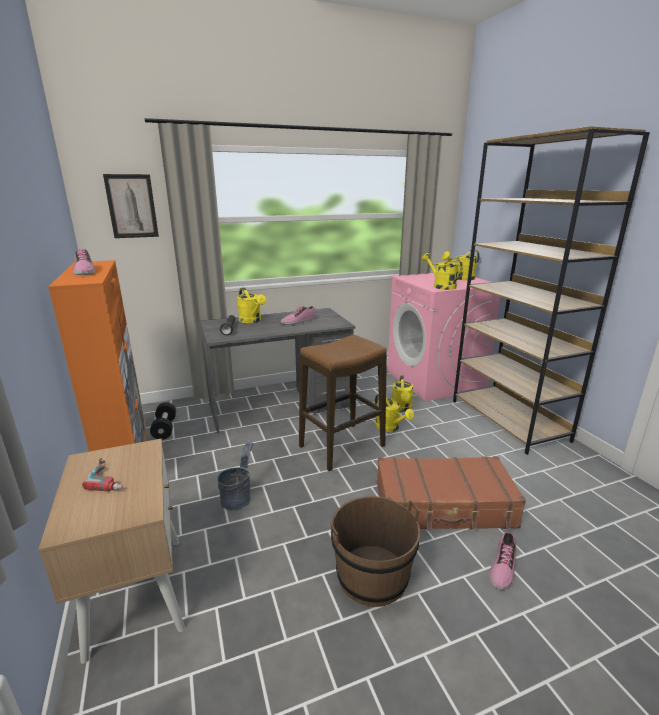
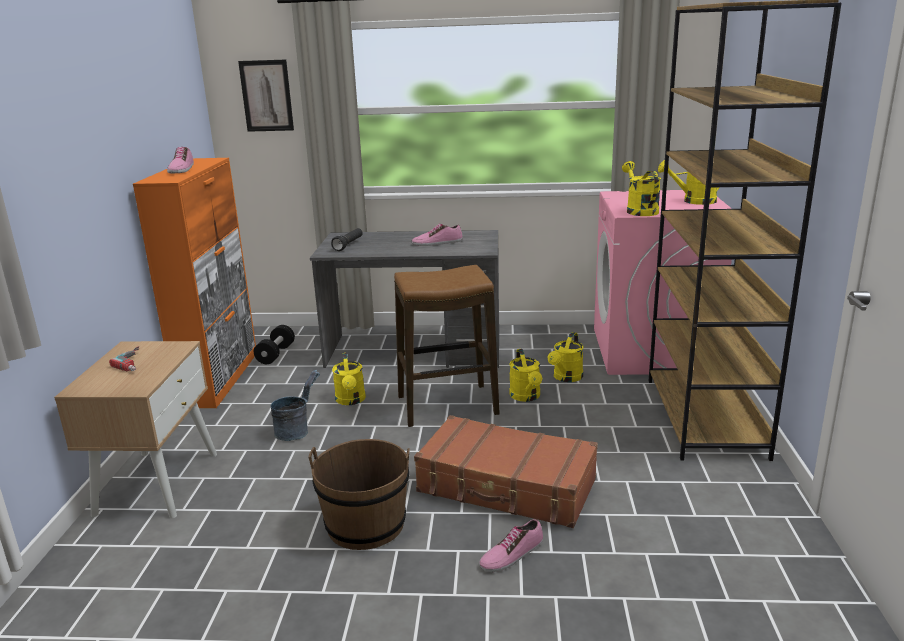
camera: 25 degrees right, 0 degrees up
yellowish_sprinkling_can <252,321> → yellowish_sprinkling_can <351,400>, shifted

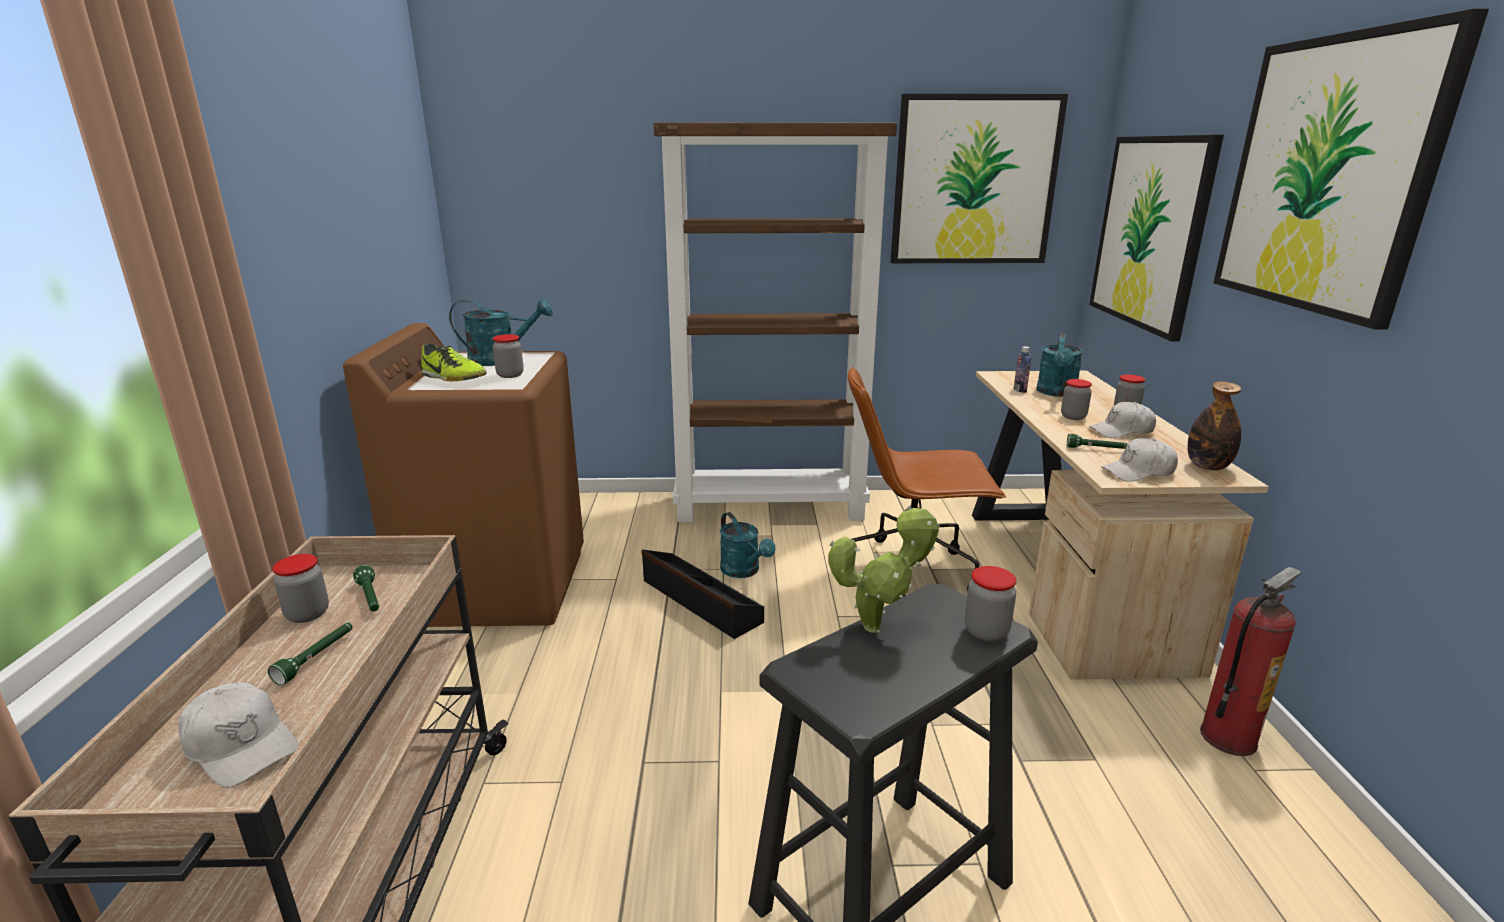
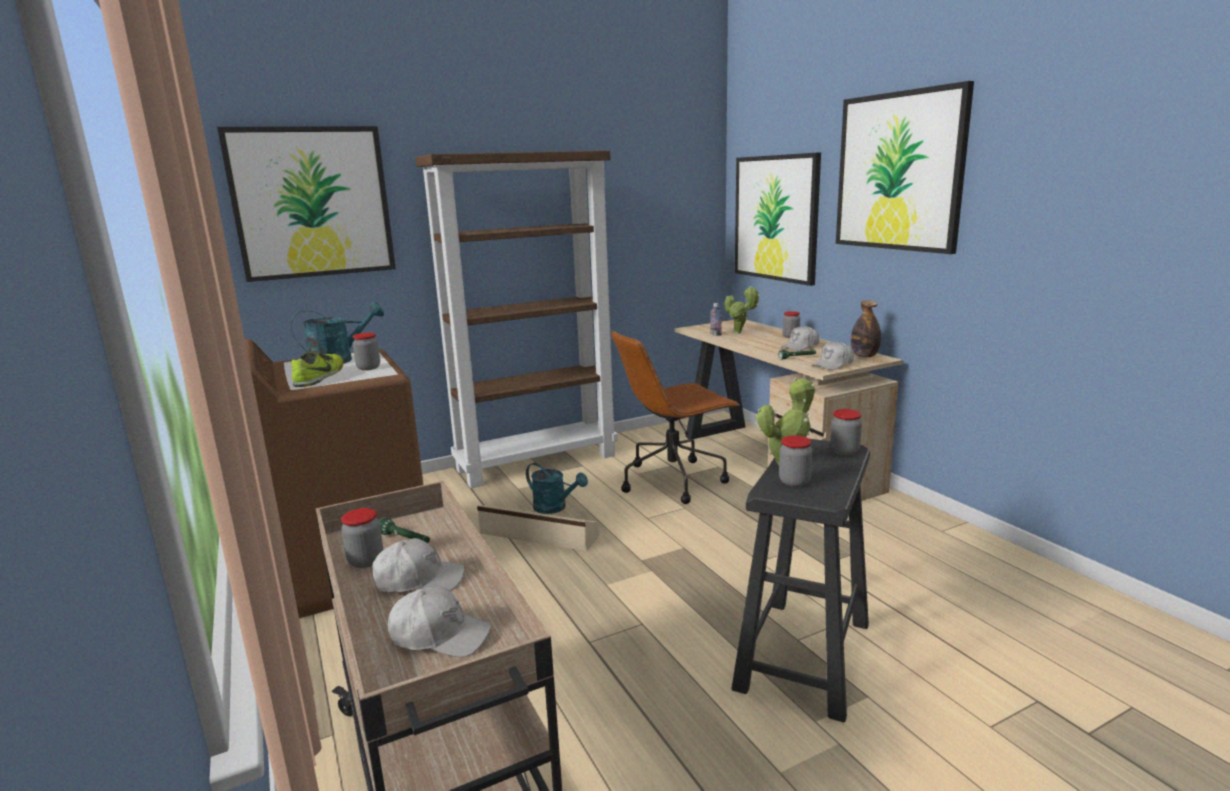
camera: 25 degrees left, 5 degrees down
picture <974,181> → picture <312,203>, shifted
low_shoe <453,378> → low_shoe <320,377>, 90 degrees counterclockwise
greenish_hand_torch <317,658> → white-coloured_peaked_cap <419,580>
blackish_storage_container <699,601> → sand-coloured_storage_container <538,535>
turquoise-coloured_sprinkling_can <1056,393> → potted_plant <740,333>
storage_jar <1073,417> → storage_jar <794,482>, shifted
fire-fighting_cylinder <1227,737> → -

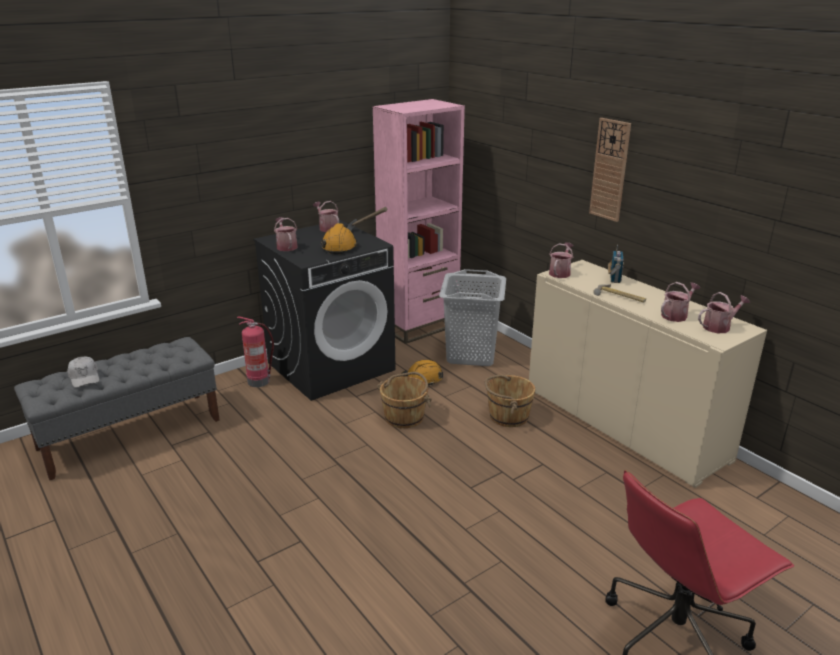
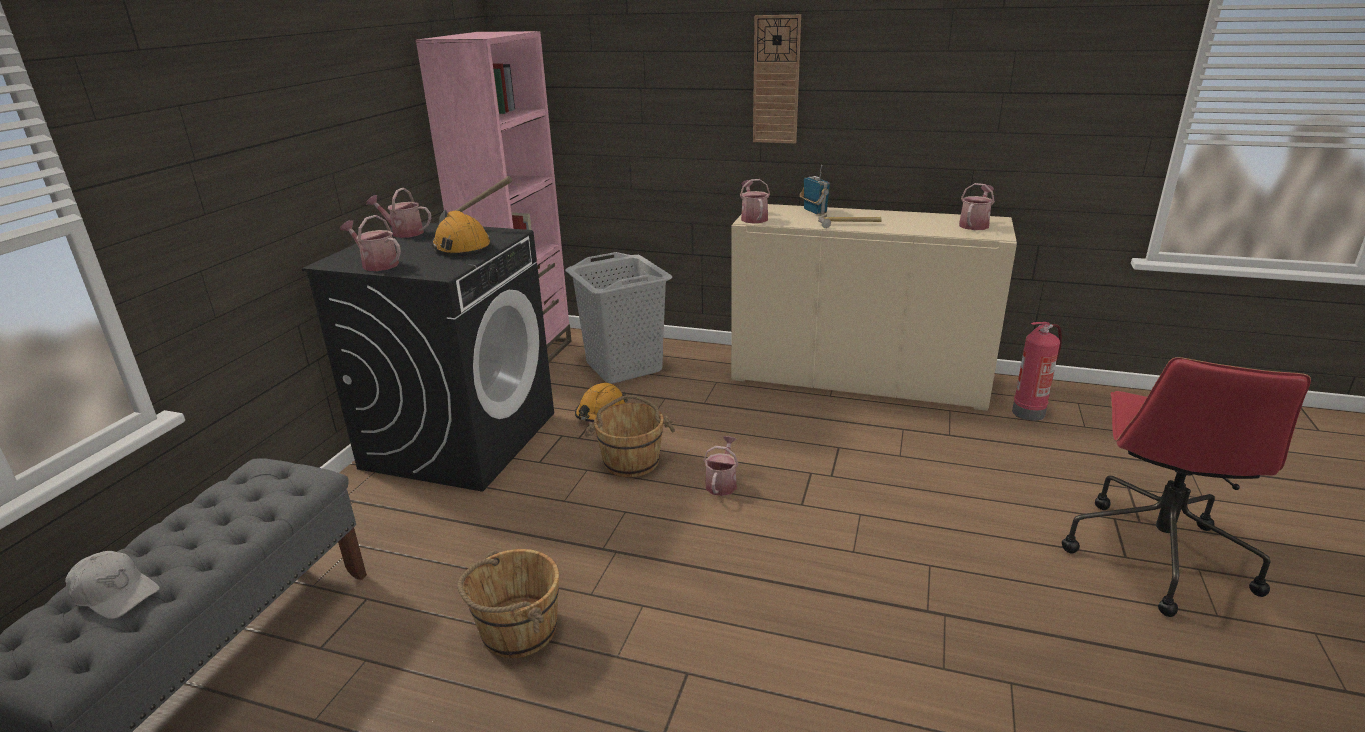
camera: 35 degrees left, 0 degrees up
brown-coloured_bucket <508,416> → brown-coloured_bucket <517,630>, shifted
sprinkling_can <676,315> → sprinkling_can <722,483>, shifted
fire-fighting_cylinder <259,381> → fire-fighting_cylinder <1029,412>, shifted

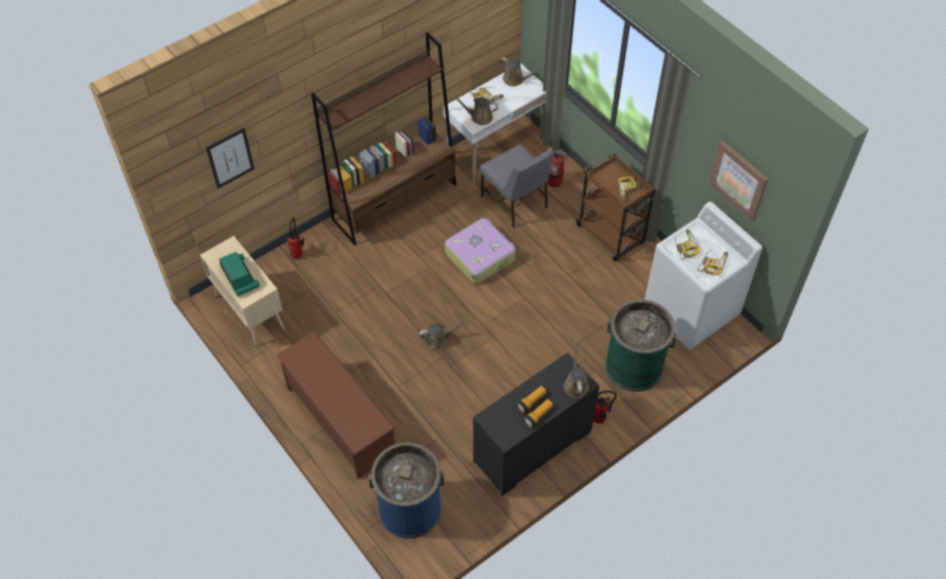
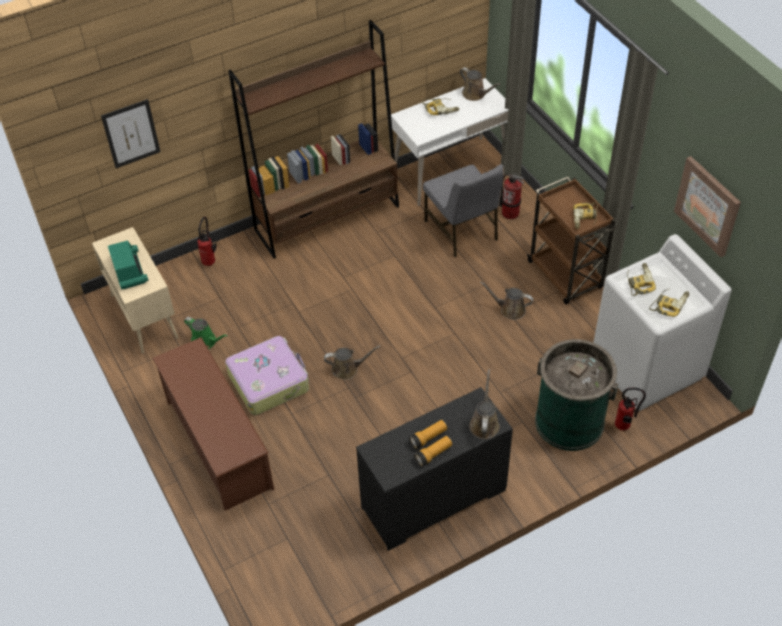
camera: 10 degrees right, 5 degrees down
- → greenish_sprinkling_can <205,341>
suitcase <480,256> → suitcase <269,381>, shifted
brown-coloured_sprinkling_can <479,117> → brown-coloured_sprinkling_can <510,309>, shifted
fire-fighting_cylinder <600,420> → fire-fighting_cylinder <624,427>, shifted
blue_waste_bin <409,508> → -

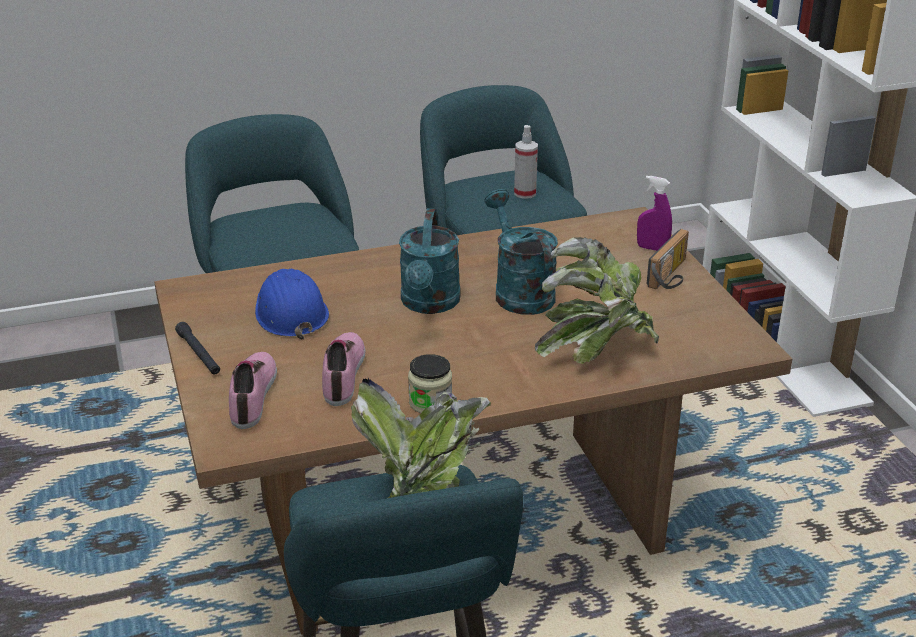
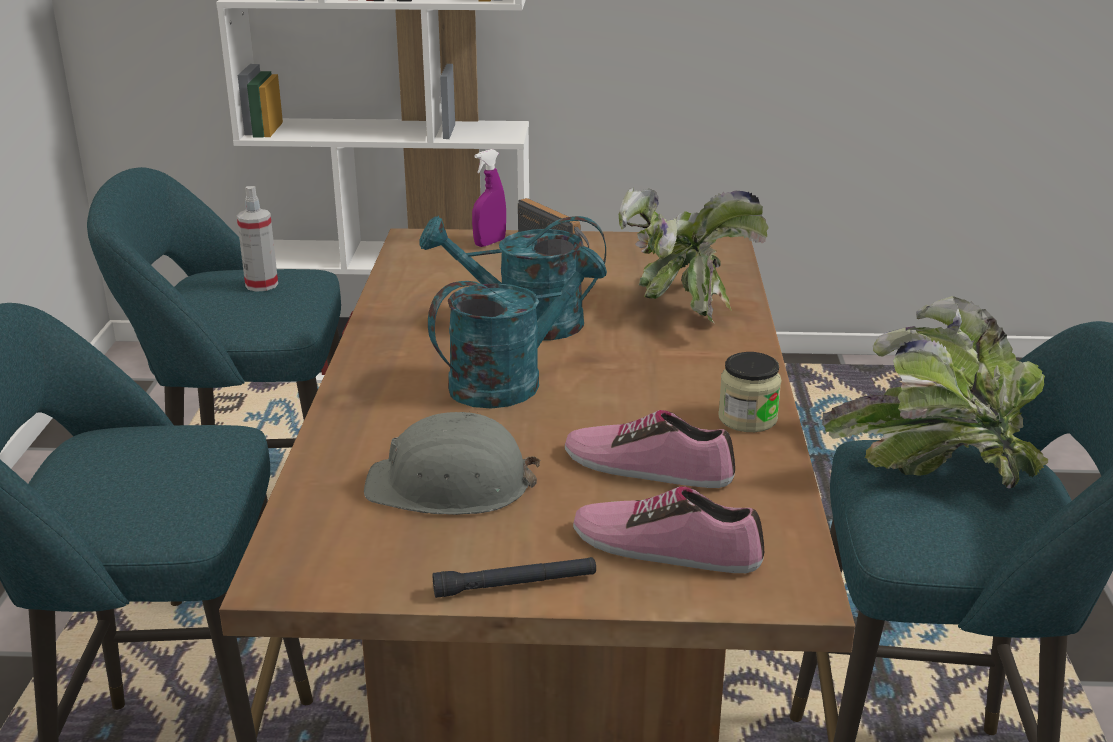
camera: 70 degrees left, 5 degrees down
blue_safety_helmet <290,313> → greyish_safety_helmet <450,485>
turquoise-coloured_sprinkling_can <429,304> → turquoise-coloured_sprinkling_can <510,381>, 60 degrees counterclockwise

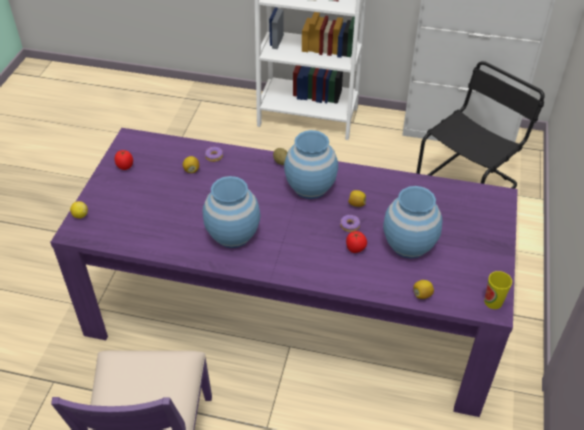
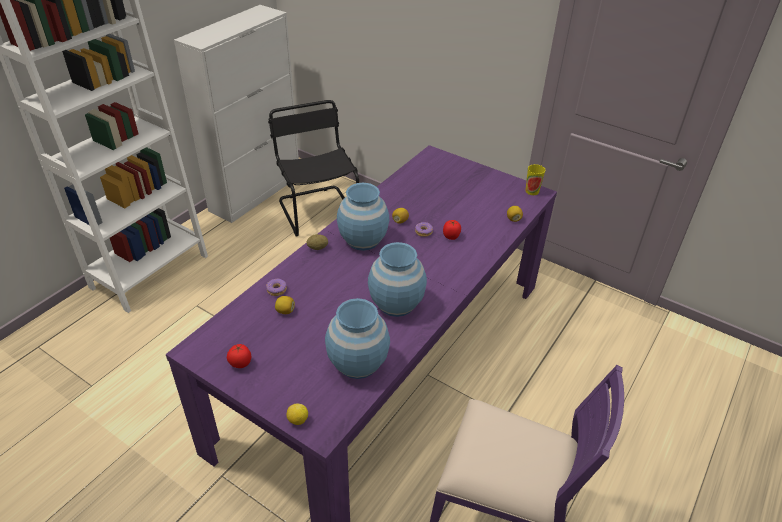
camera: 70 degrees left, 5 degrees down
blue_decorative_vase <409,244> → blue_decorative_vase <357,363>, shifted

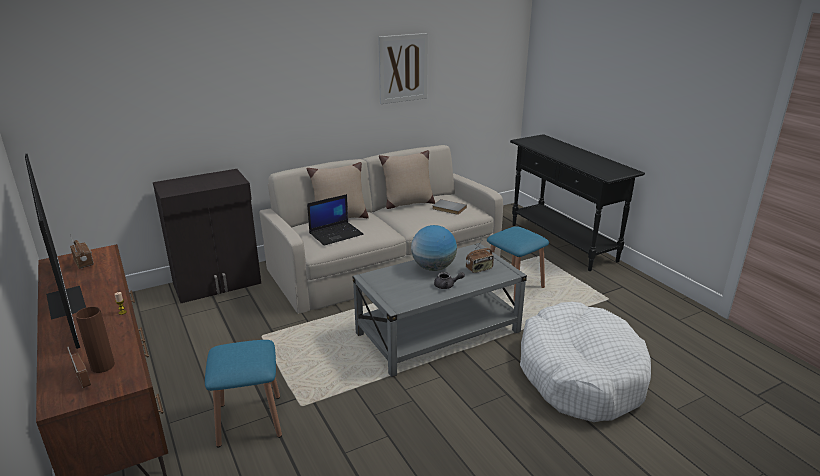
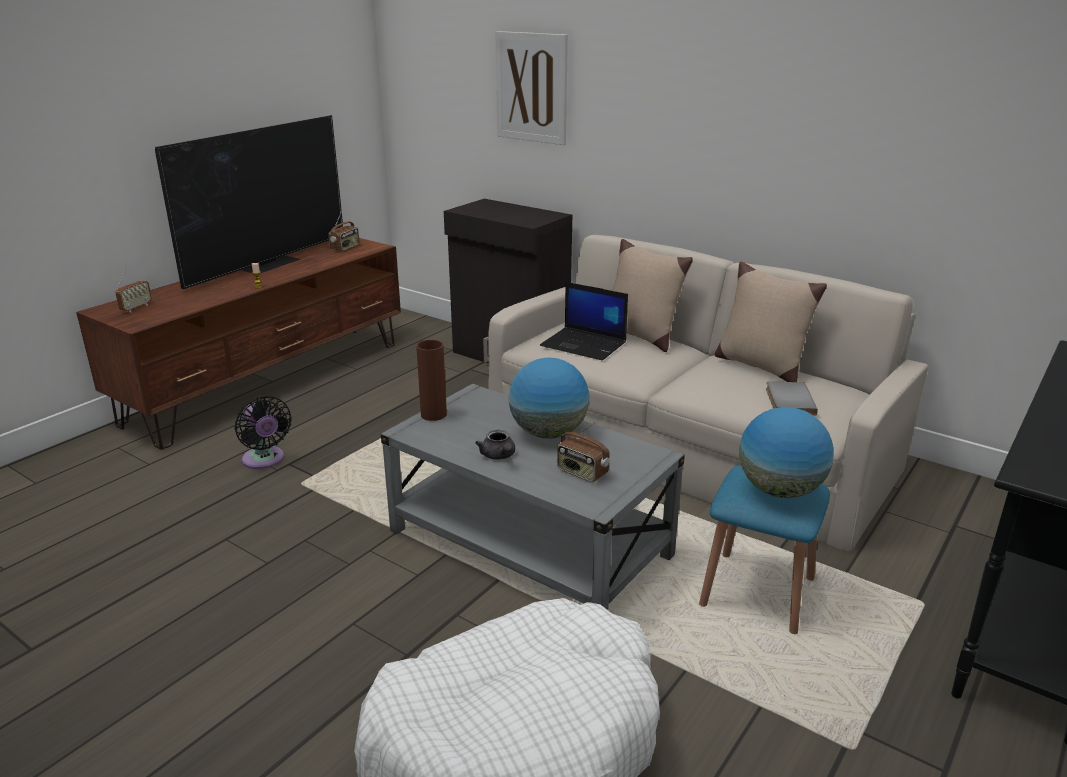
camera: 65 degrees right, 0 degrees up
blue_stool_seat <249,420> → blackish_fan <265,460>
brown-coloured_decorative_vase <103,366> → brown-coloured_decorative_vase <433,414>, shifted
picture <403,68> → picture <531,87>, shifted
- → desk_globe <779,490>

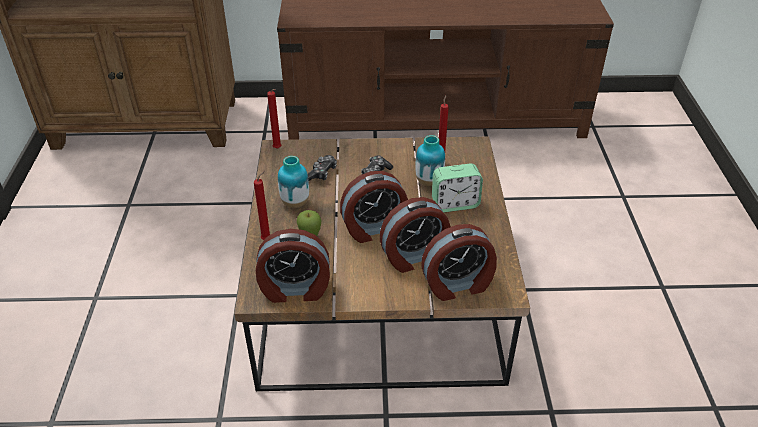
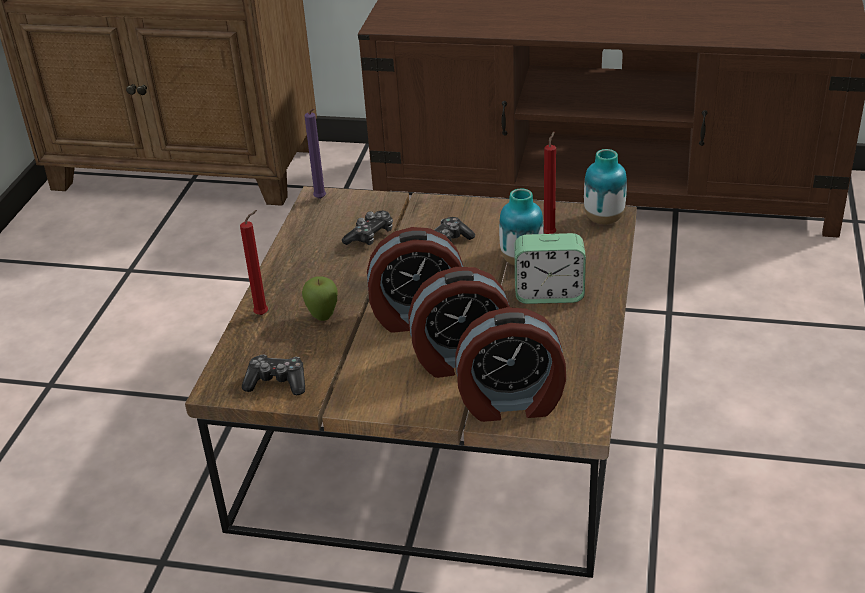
camera: 15 degrees right, 5 degrees down
table_clock <295,289> → gamepad <277,382>
reddish_wax_candle <278,149> → purple_wax_candle <321,199>
decorative_vase <295,203> → decorative_vase <604,219>, shifted

